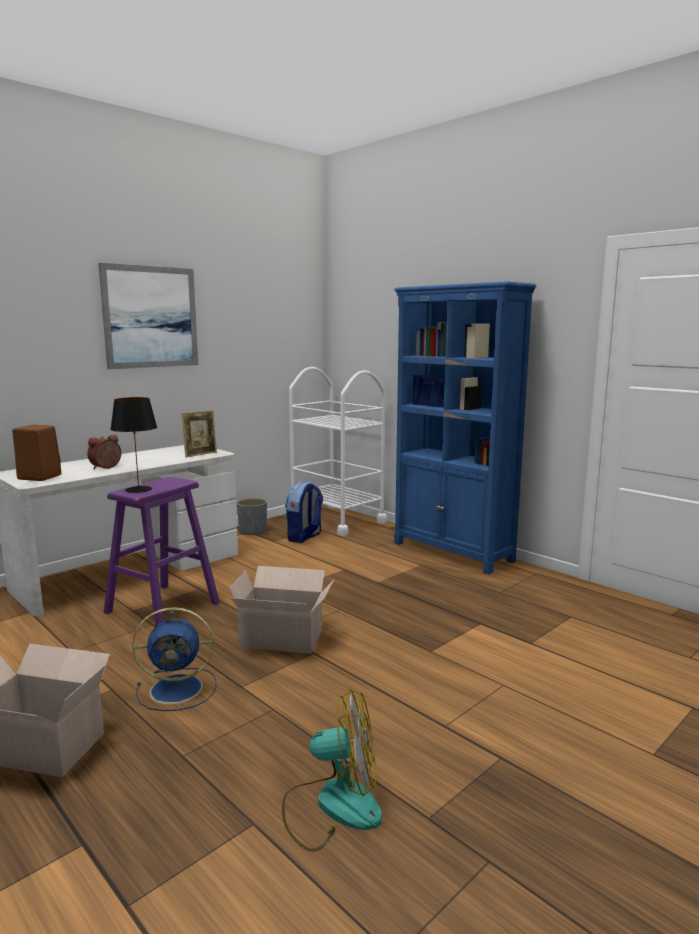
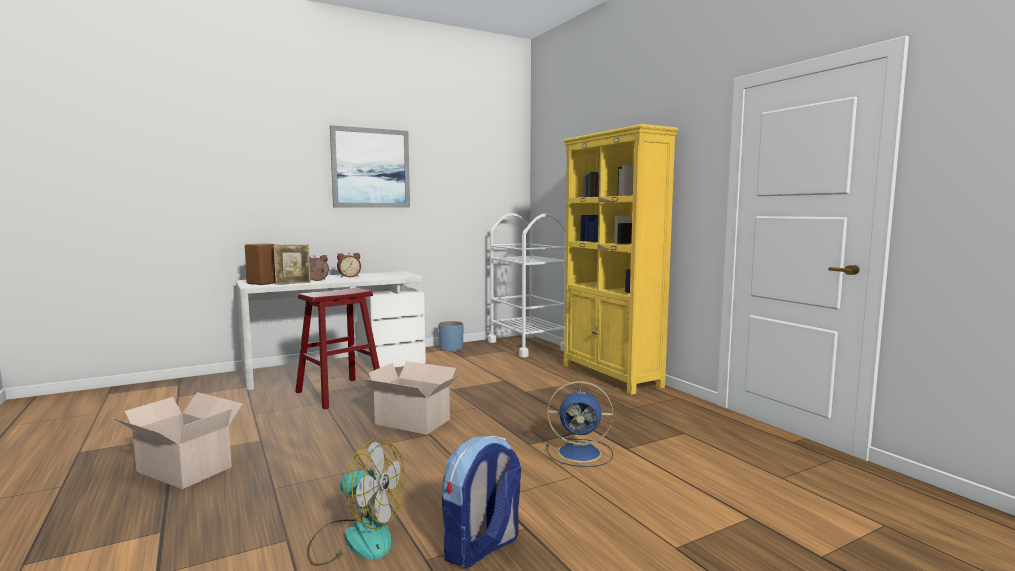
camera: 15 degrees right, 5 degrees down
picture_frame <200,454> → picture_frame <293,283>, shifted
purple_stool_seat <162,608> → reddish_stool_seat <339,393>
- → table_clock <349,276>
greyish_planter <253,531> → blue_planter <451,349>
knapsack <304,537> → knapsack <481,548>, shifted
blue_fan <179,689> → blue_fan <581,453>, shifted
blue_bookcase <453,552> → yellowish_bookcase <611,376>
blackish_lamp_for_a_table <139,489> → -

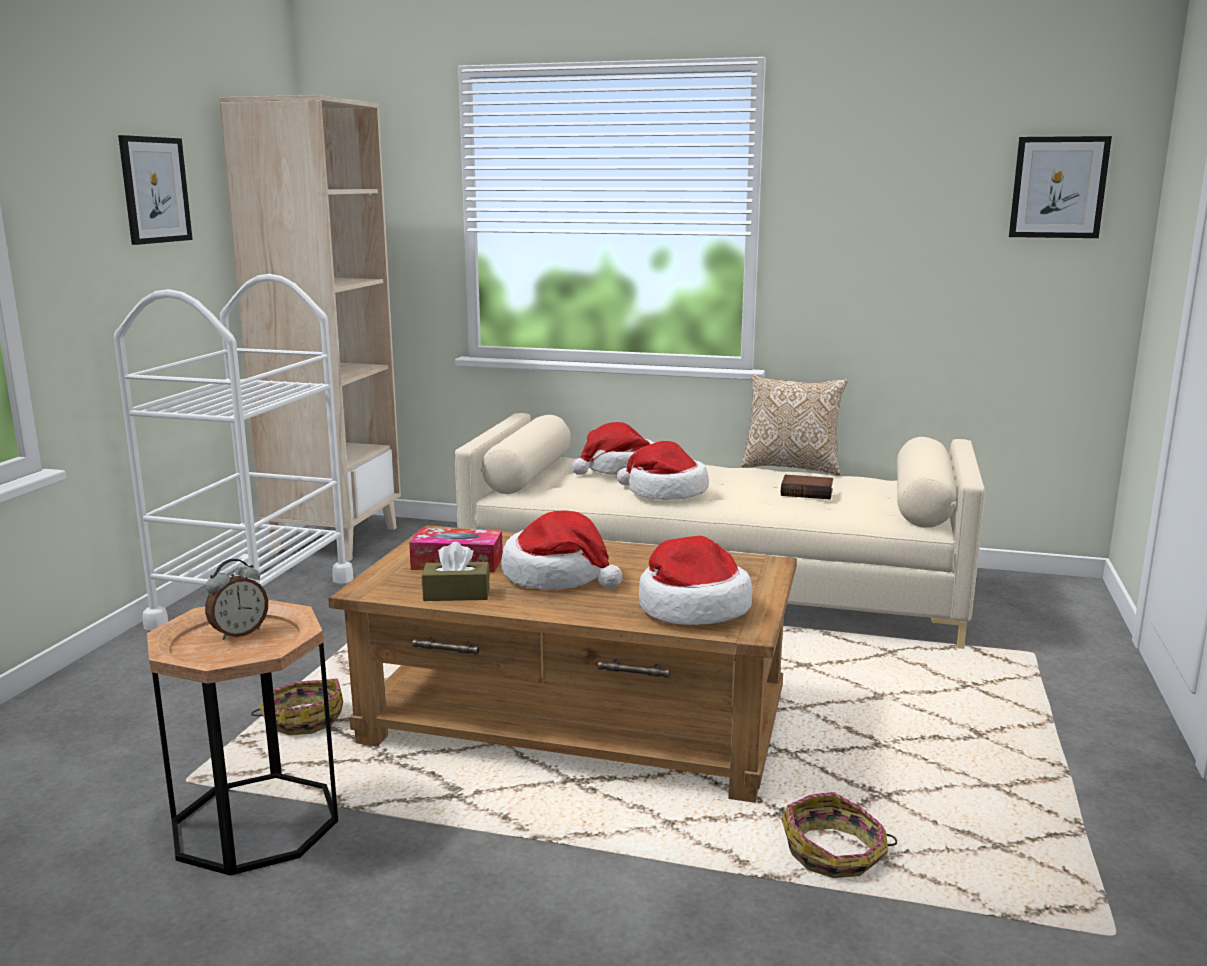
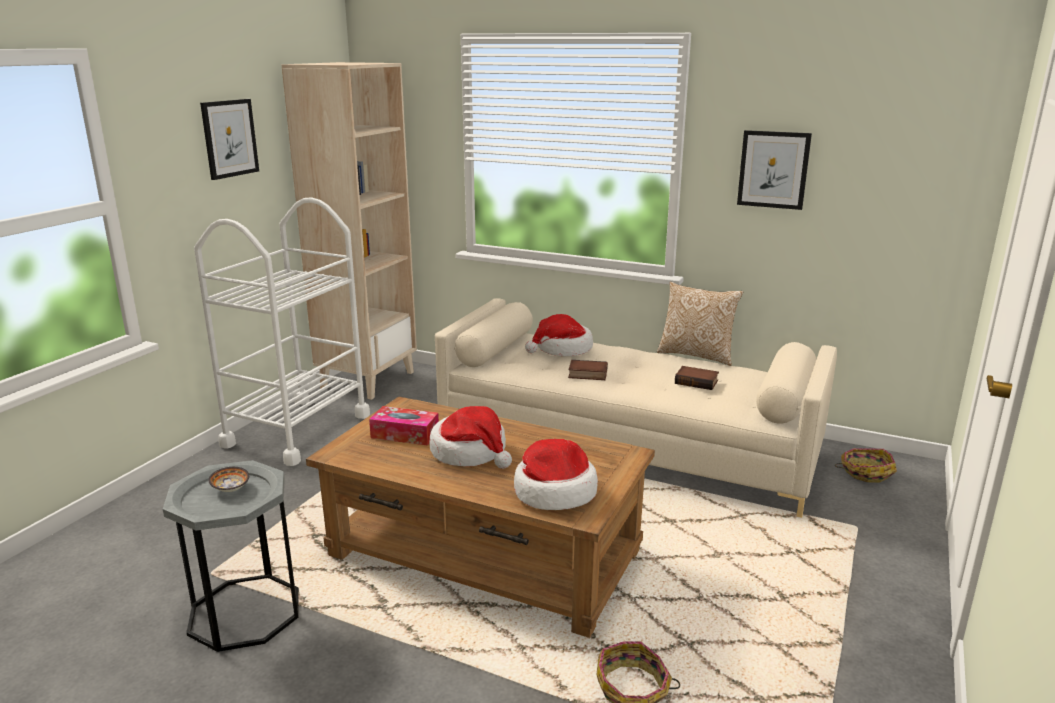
camera: 10 degrees right, 5 degrees up
brown-coloured_side_table <255,822> → greyish_side_table <245,612>
table_clock <239,633> → deep_dish <231,488>
hat <665,492> → bound_book <587,374>
picture <1058,187> → picture <773,169>, shifted
basket <303,720> → basket <865,472>, shifted
brown-coloured_tissue_holder <456,594> → -

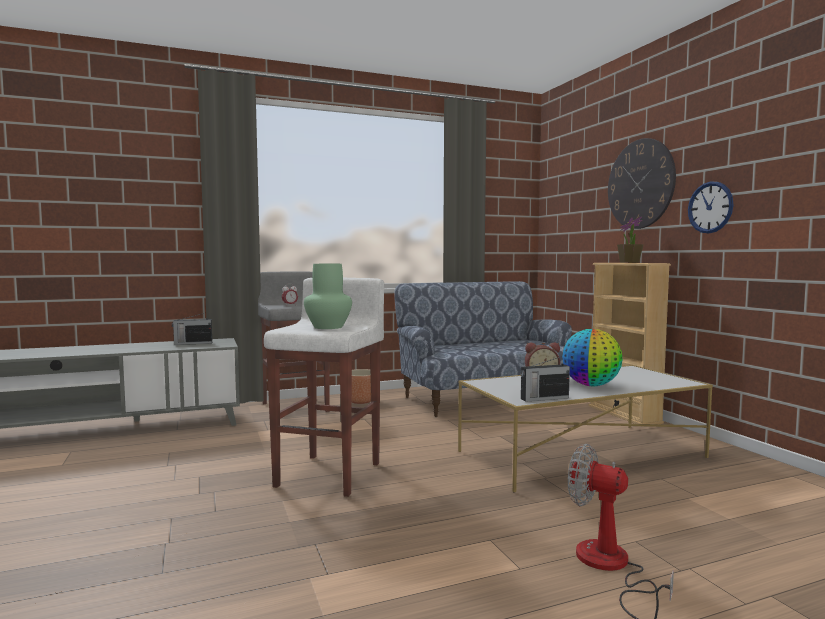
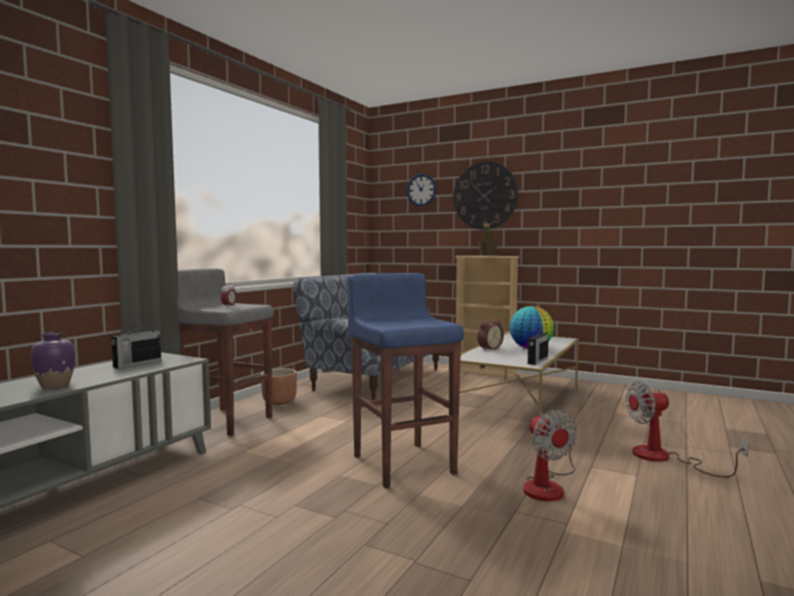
camera: 40 degrees left, 0 degrees up
- → purple_decorative_vase <55,385>
white-coloured_stool_seat <331,474> → blue_stool_seat <403,463>
wall_clock <710,207> → wall_clock <421,190>, shifted
- → fan <548,486>
greenish_decorative_vase <329,327> → -

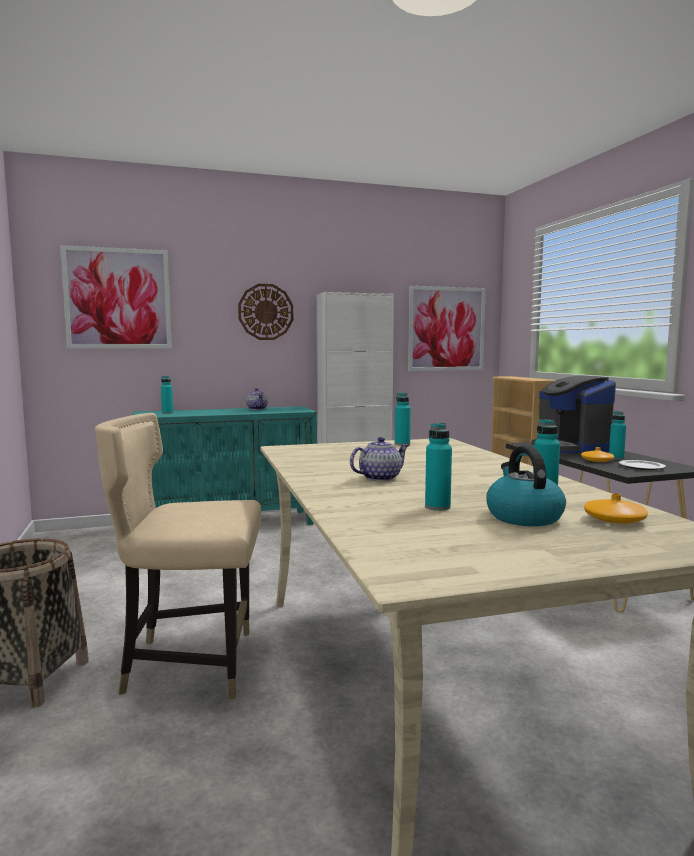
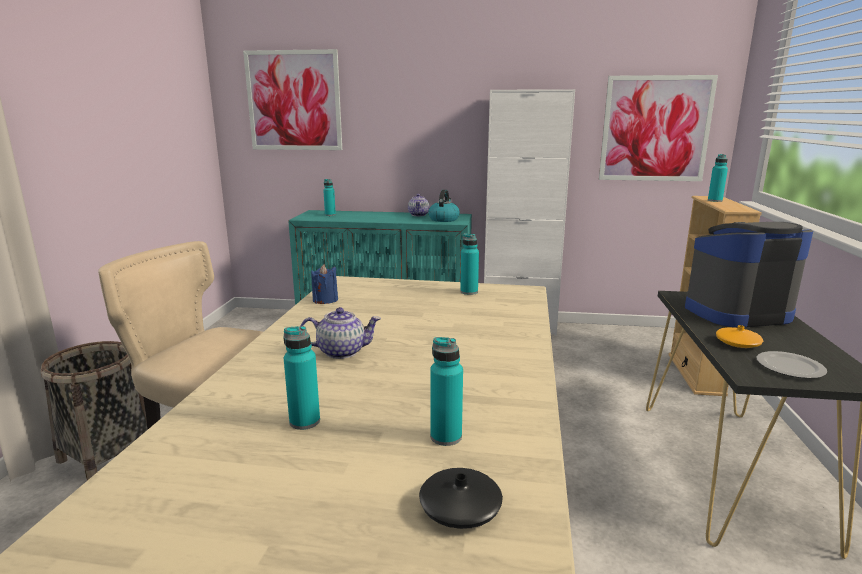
camera: 25 degrees right, 10 degrees up
- → blue_wax_candle <325,300>
orange-coloured_decorative_vase <614,519> → blackish_decorative_vase <460,508>
kettle <523,517> → kettle <443,219>, shifted
coffee_machine <571,448> → coffee_machine <735,312>, 75 degrees clockwise
turquoise-coloured_drink_bottle <616,458> → turquoise-coloured_drink_bottle <715,200>, shifted
wall_clock <265,312> → -

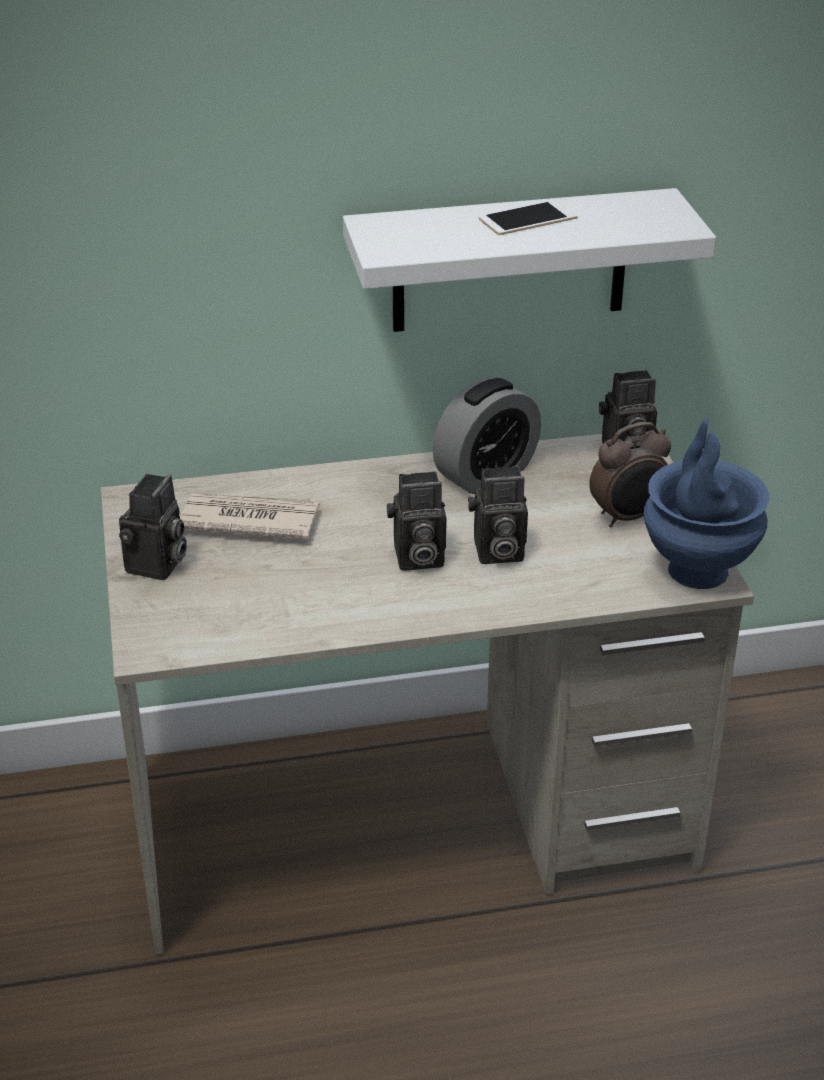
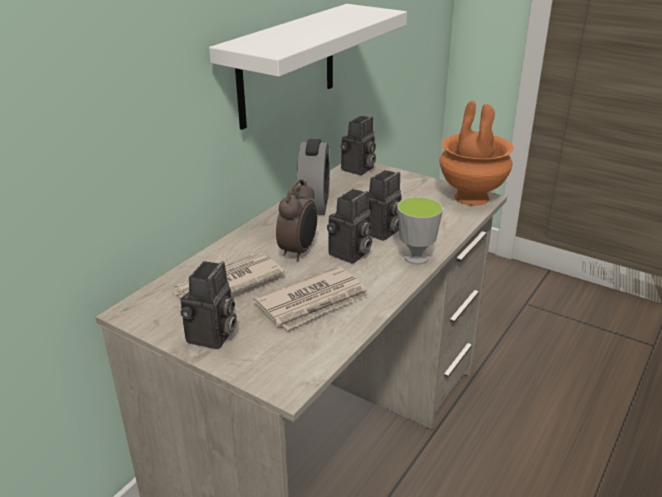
camera: 45 degrees left, 5 degrees down
still_camera <157,566> → still_camera <212,337>, 45 degrees clockwise
- → newspaper <314,302>
table_clock <628,517> → table_clock <299,251>, shifted
- → drinking_cup <416,258>
blue_decorative_vase <696,569> → orange-coloured_decorative_vase <470,197>
telephone <528,218> → -

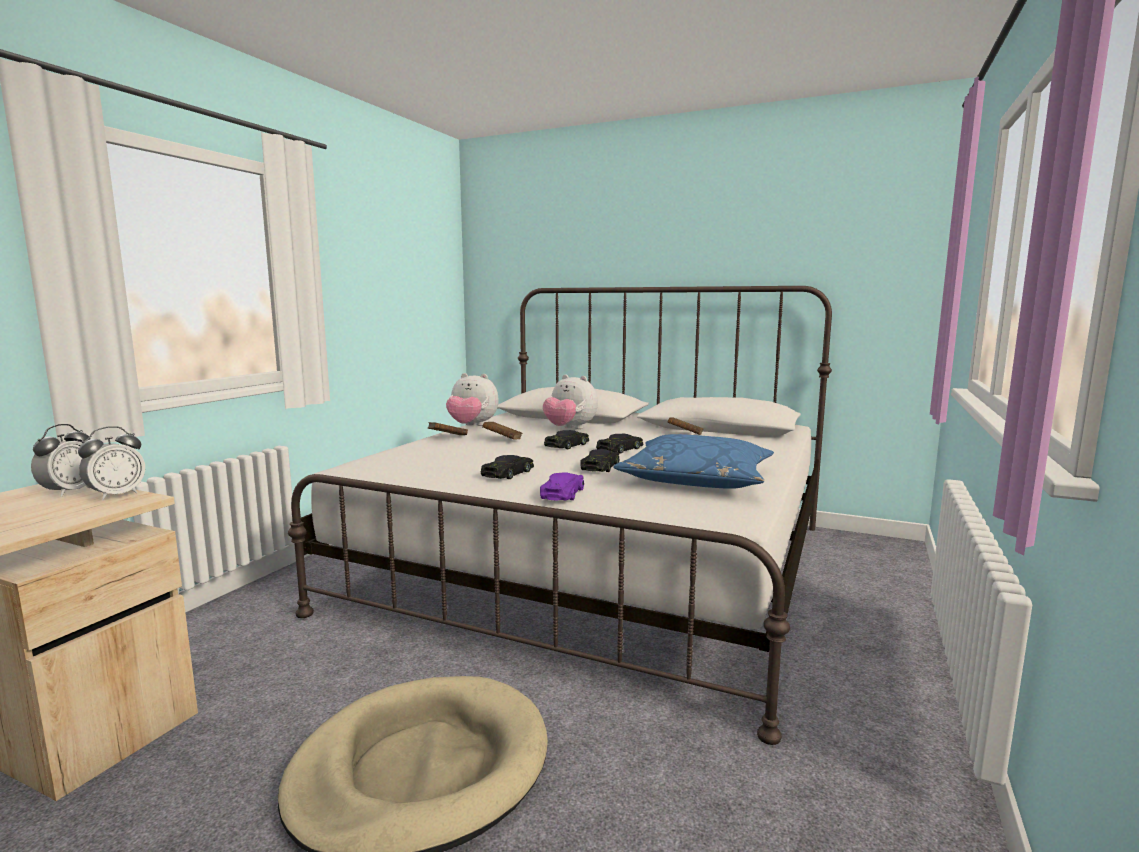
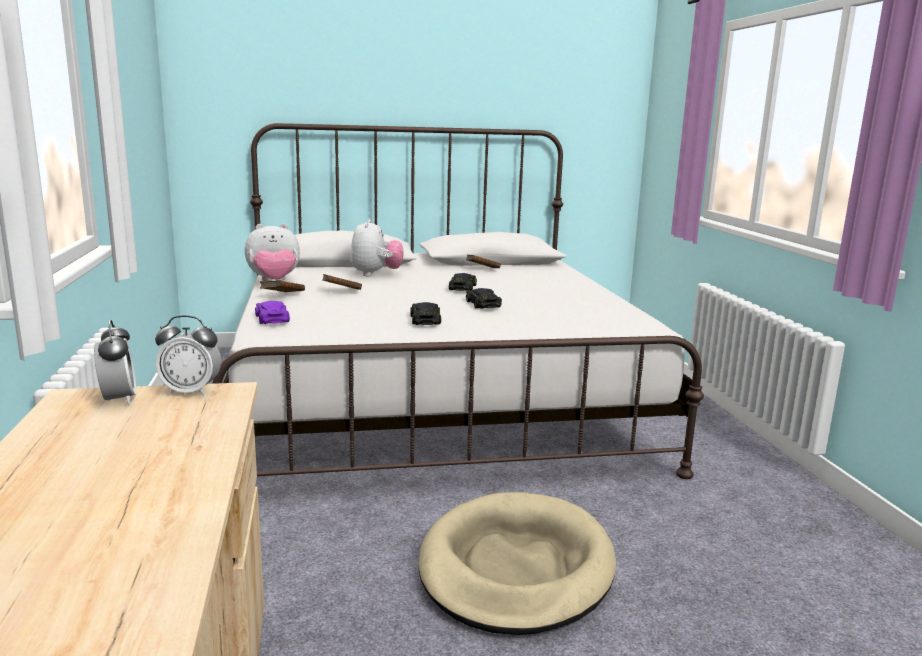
camera: 35 degrees left, 5 degrees up
table_clock <116,495> → table_clock <191,392>, 90 degrees clockwise
purple_toy_car <562,493> → purple_toy_car <272,318>, shifted
plush_toy <569,429> → plush_toy <376,274>, 90 degrees counterclockwise
blackish_toy_car <567,445> → -
blue_cushion <696,479> → -

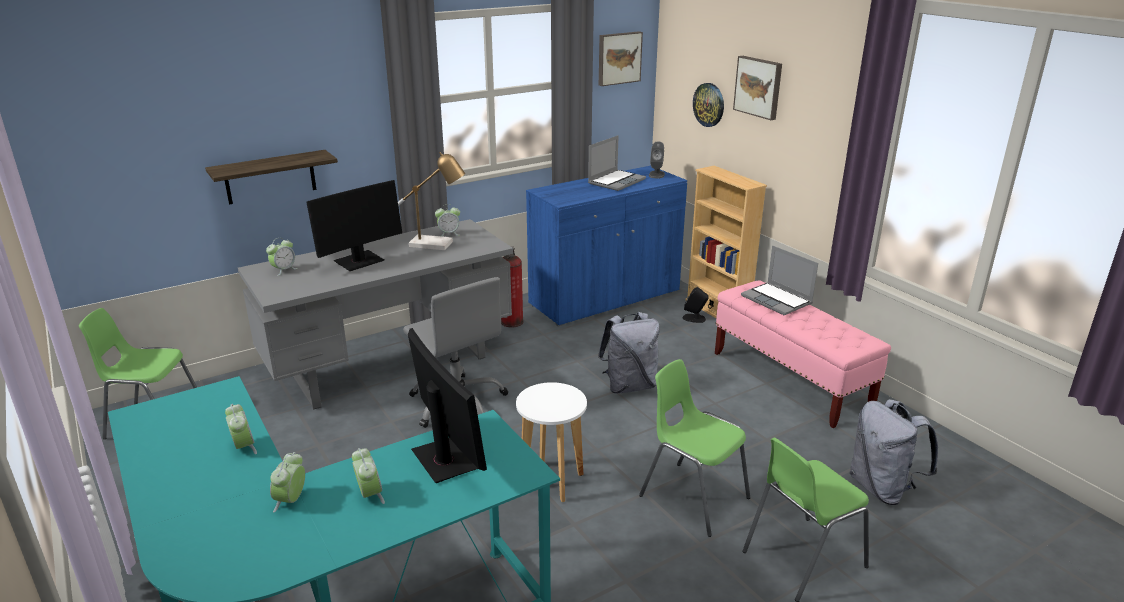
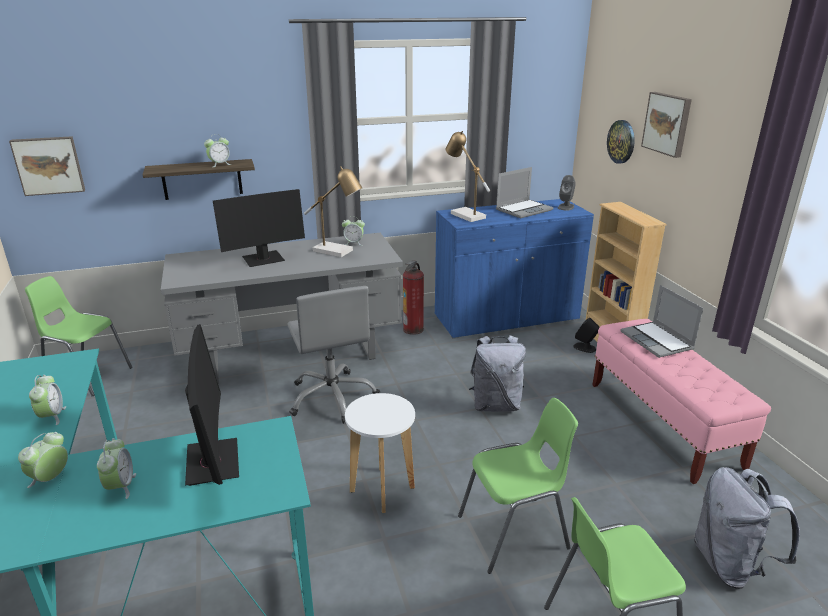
camera: 15 degrees right, 0 degrees up
picture <618,58> → picture <49,165>, shifted
table_clock <284,270> → table_clock <219,164>, shifted
- → lamp_for_a_table <464,215>
greenish_chair <693,497> → greenish_chair <514,533>, 105 degrees clockwise

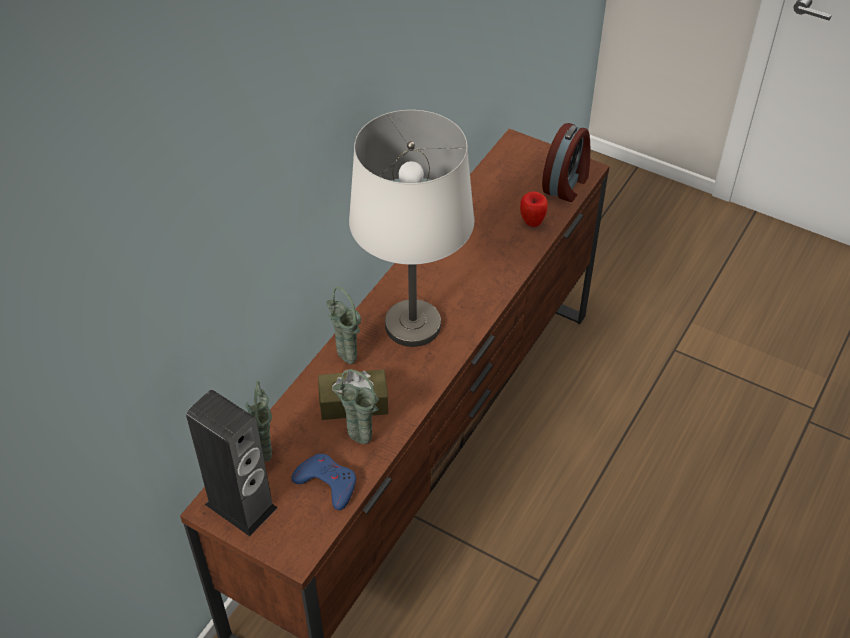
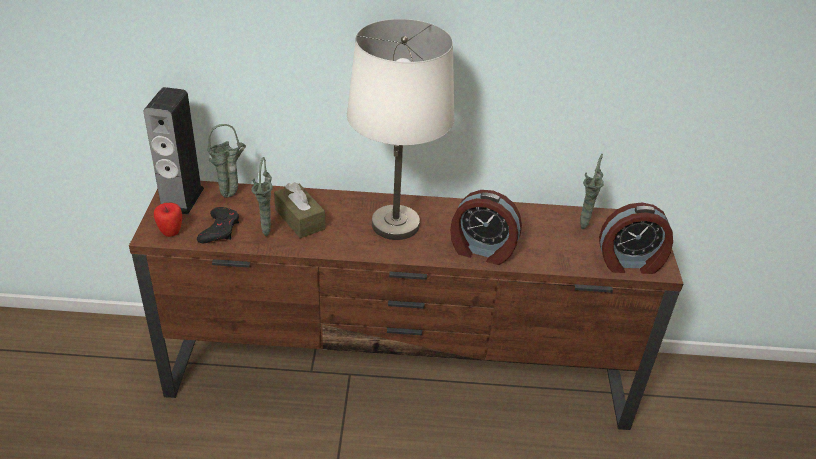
camera: 60 degrees right, 10 degrees down
apple_fruit <532,222> → apple_fruit <171,232>, shifted
blue_gamepad <327,483> → blackish_gamepad <220,229>
- → table_clock <482,250>
greenish_decorative_vase <345,359> → greenish_decorative_vase <583,225>, shifted

